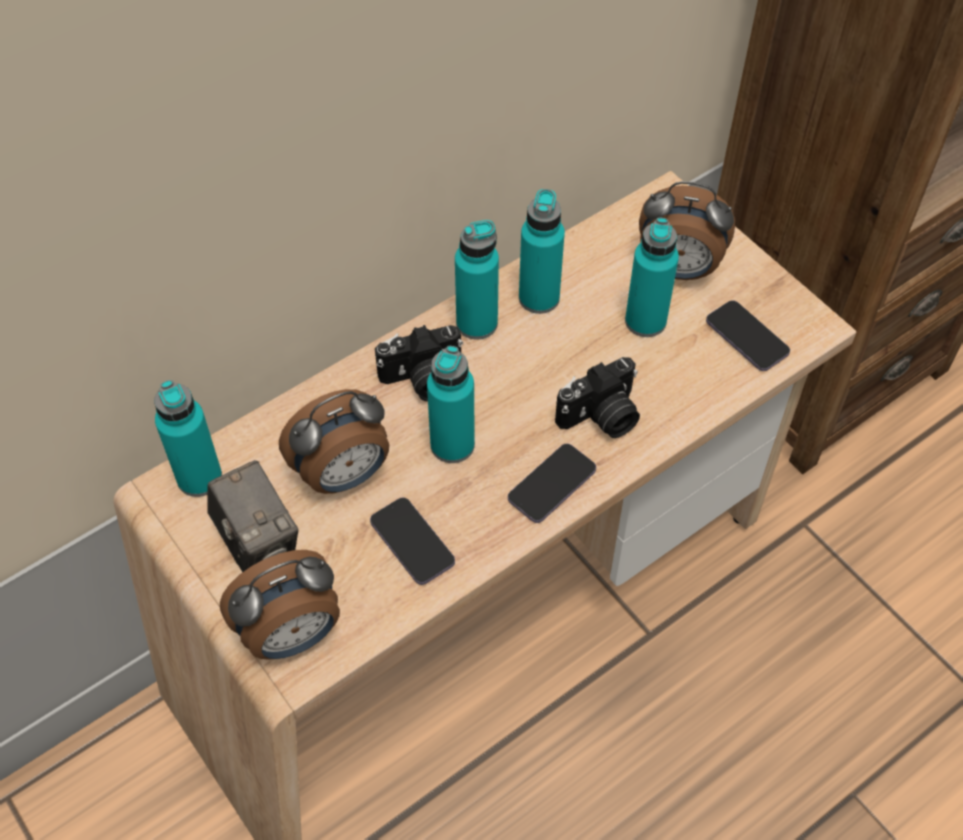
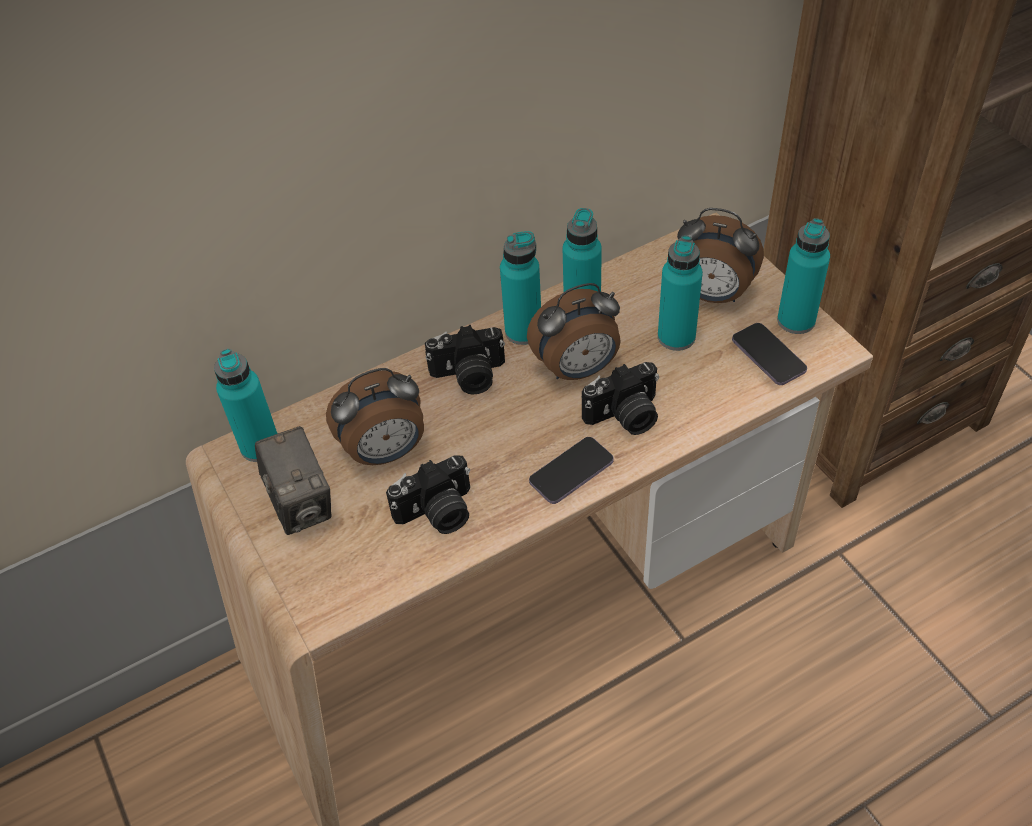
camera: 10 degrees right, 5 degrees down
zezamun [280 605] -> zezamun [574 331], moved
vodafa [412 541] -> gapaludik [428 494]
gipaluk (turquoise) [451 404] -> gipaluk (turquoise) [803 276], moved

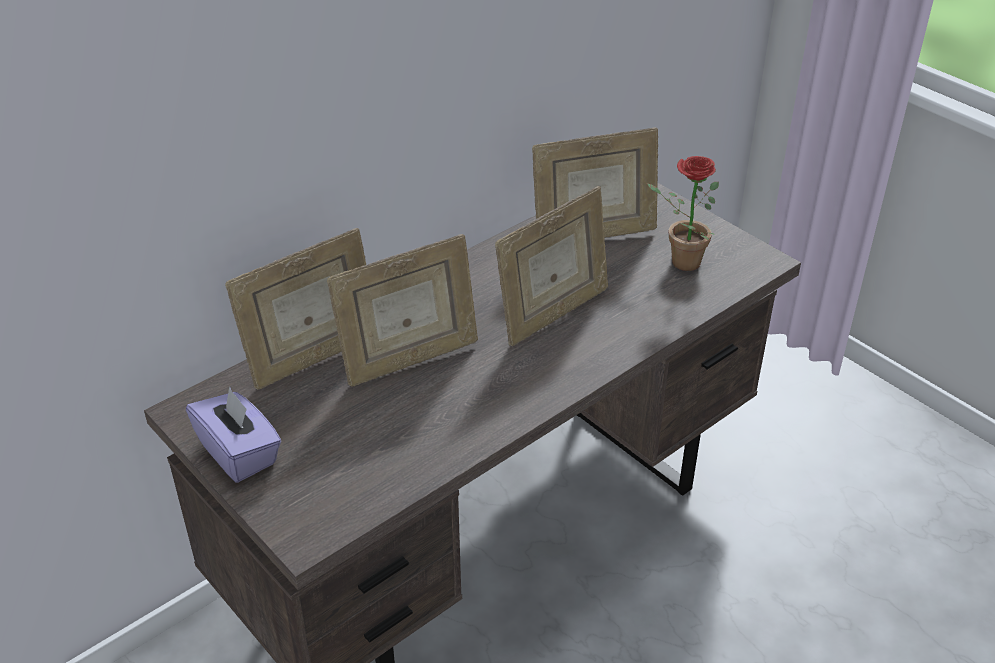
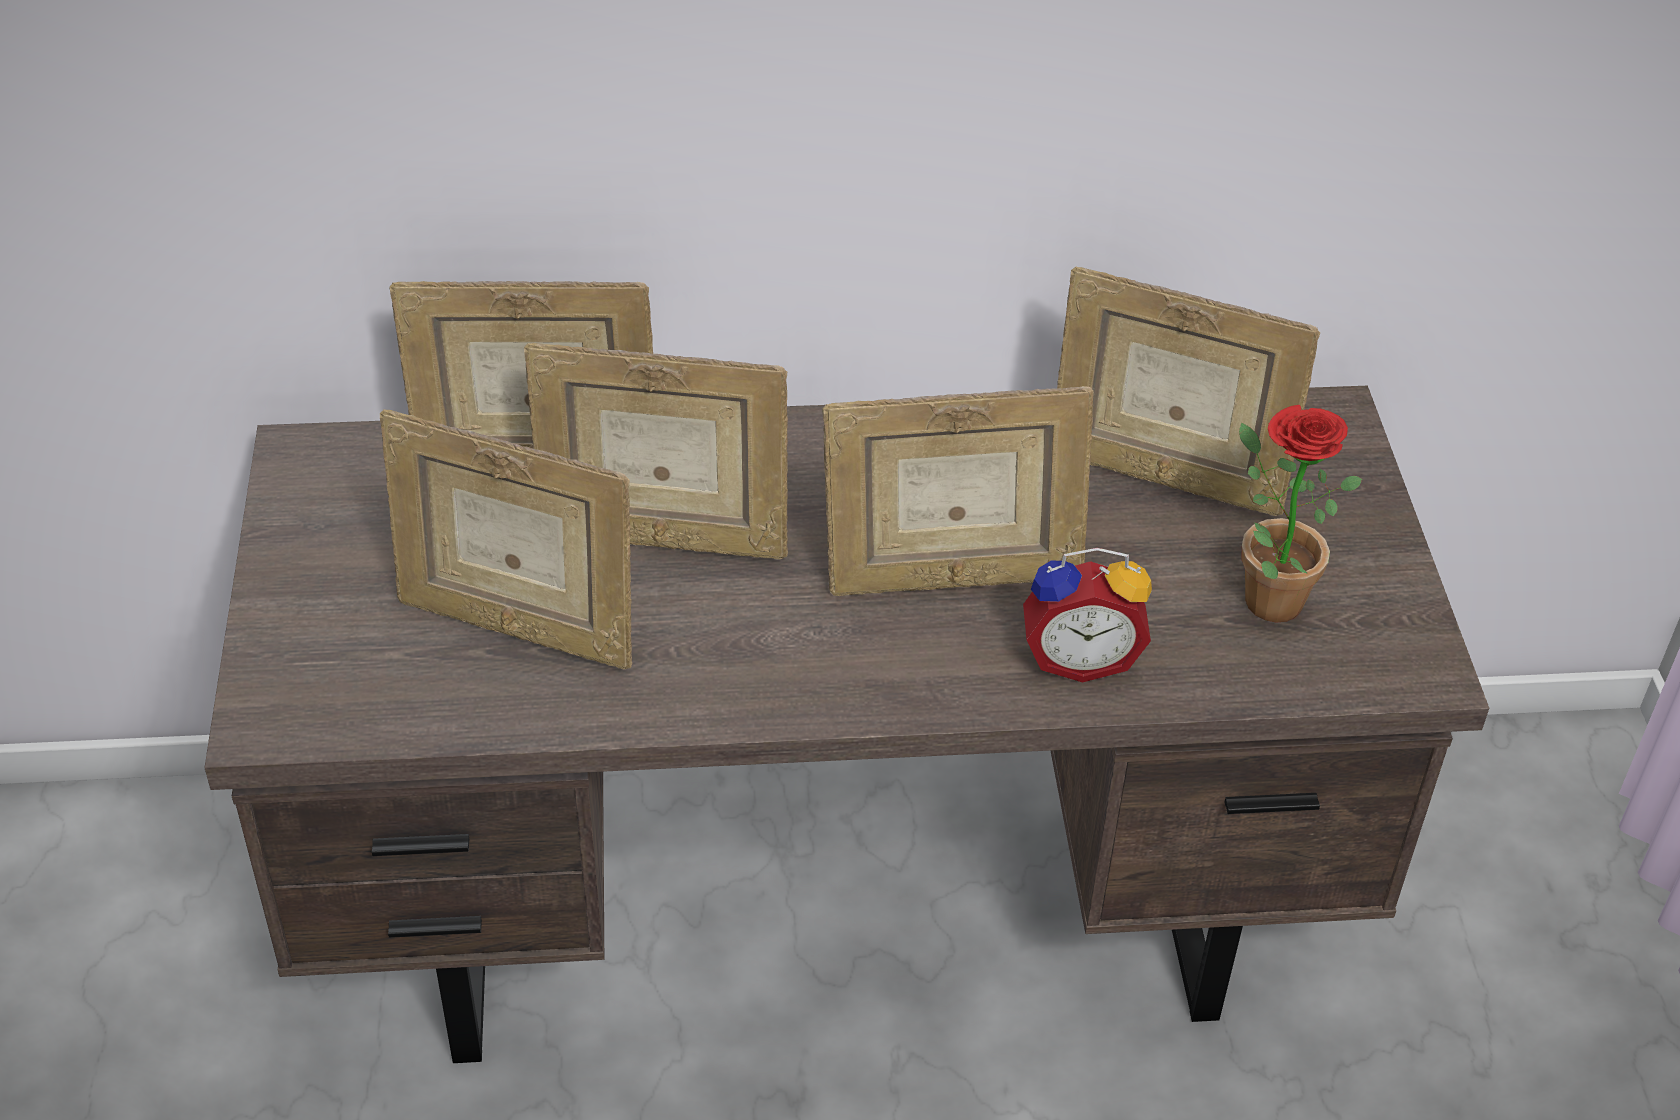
camera: 35 degrees right, 5 degrees up
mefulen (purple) [233 434] -> none
none -> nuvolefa [506 539]
none -> zezamun [1087 615]

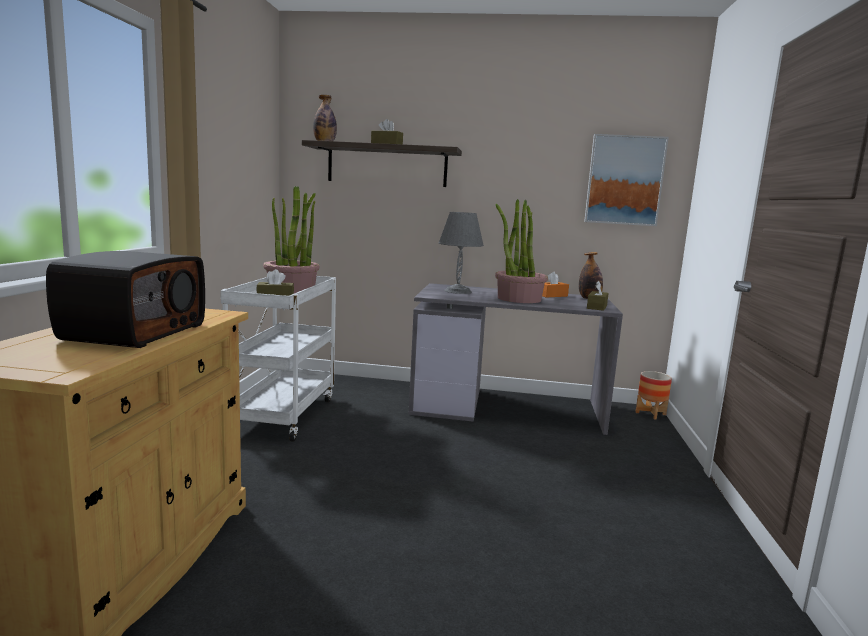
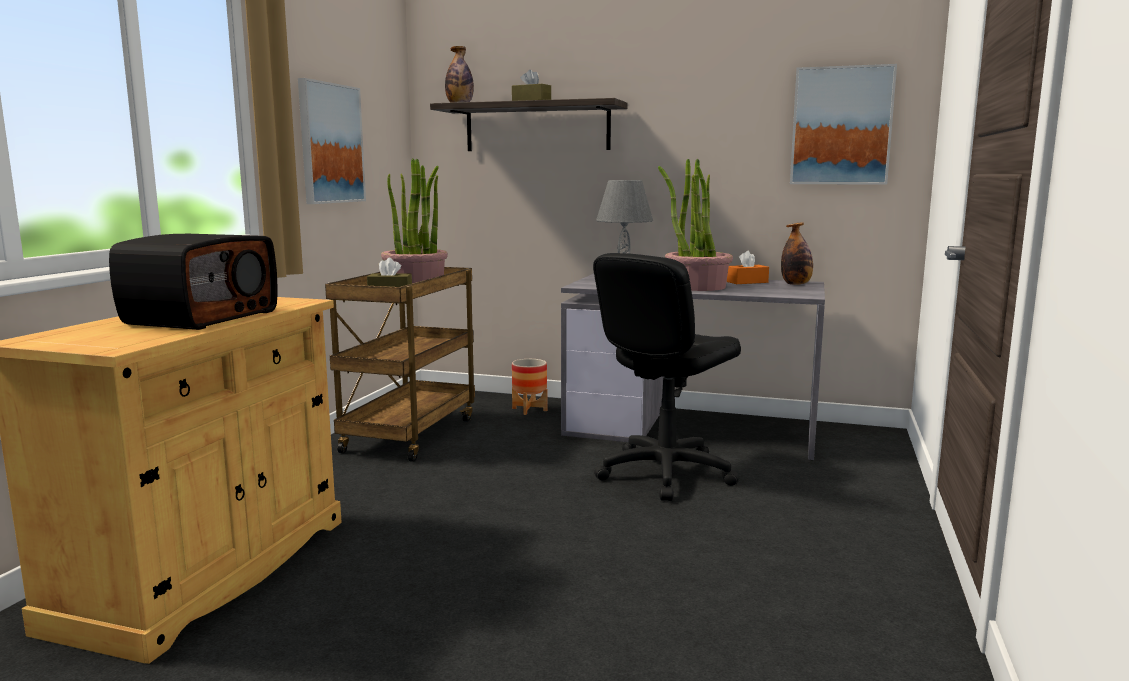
camera: 10 degrees right, 0 degrees up
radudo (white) [278 359] -> radudo (brown) [400 364]
mefulen (brown) [598 296] -> none
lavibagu [653 395] -> lavibagu [530 387], moved
none -> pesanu [332 141]
none -> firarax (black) [667 377]

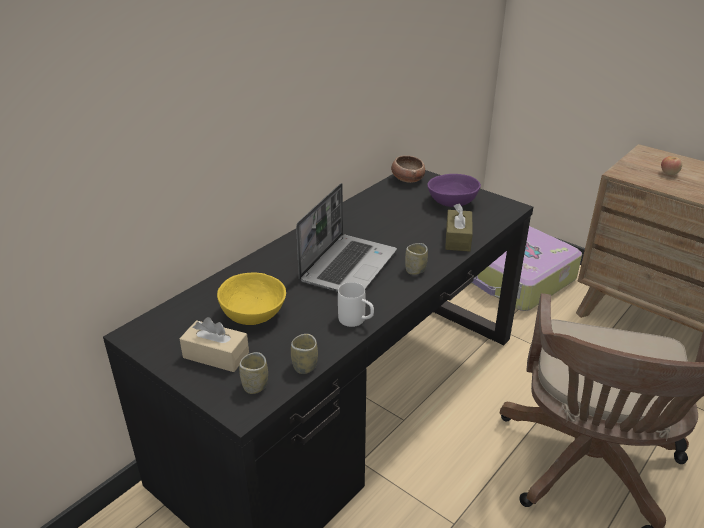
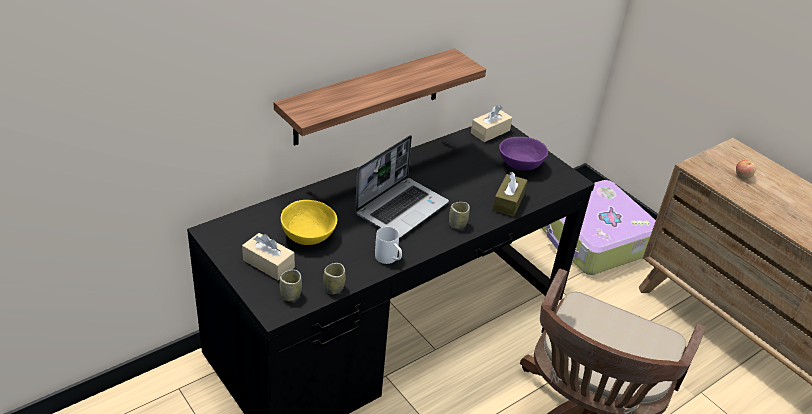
camera: 10 degrees right, 5 degrees up
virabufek [408 169] -> mefulen (beige) [491 123]
none -> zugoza [380 97]

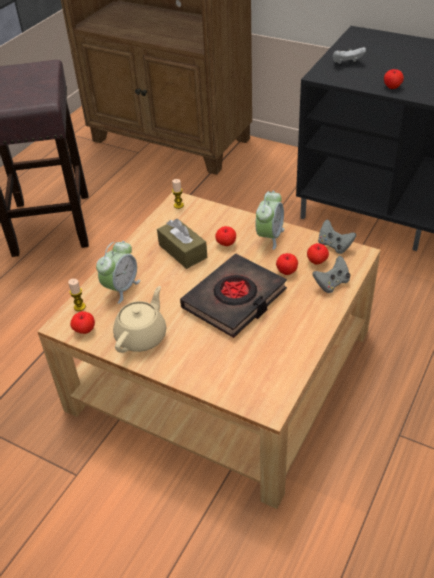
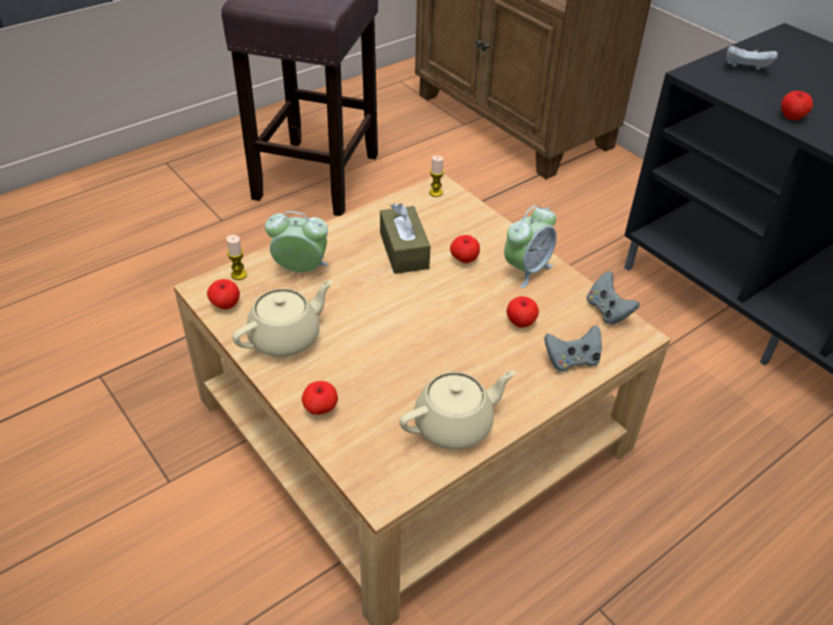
camera: 20 degrees right, 0 degrees up
zezamun [118 272] -> zezamun [297 242], 135 degrees counterclockwise
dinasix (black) [233 296] -> none
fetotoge [318 254] -> fetotoge [320 398], moved
none -> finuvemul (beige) [457 410]

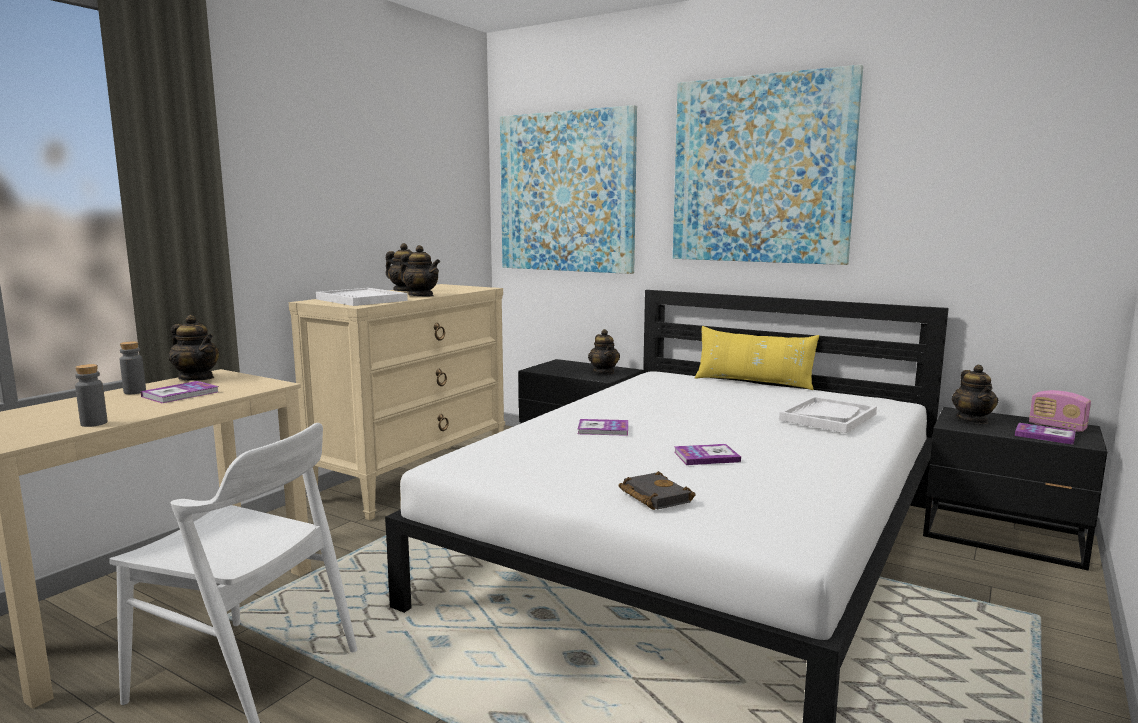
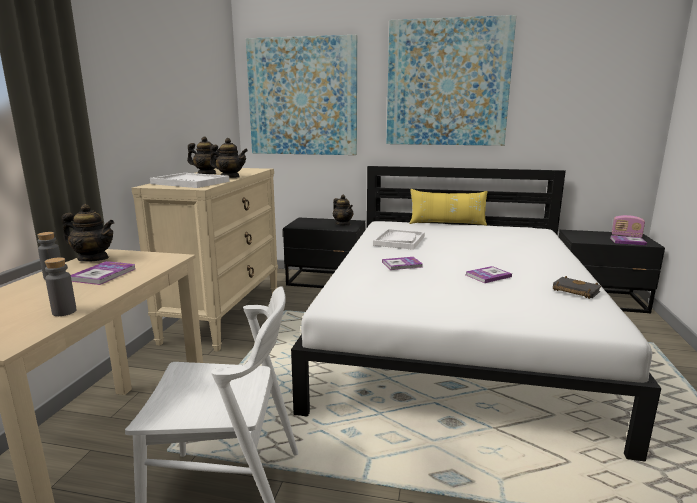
camera: 20 degrees left, 5 degrees up
dinasix (black) [657 490] -> dinasix (black) [577 287], moved
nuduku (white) [828 414] -> nuduku (white) [399 239], moved
finuvemul [975 394] -> none

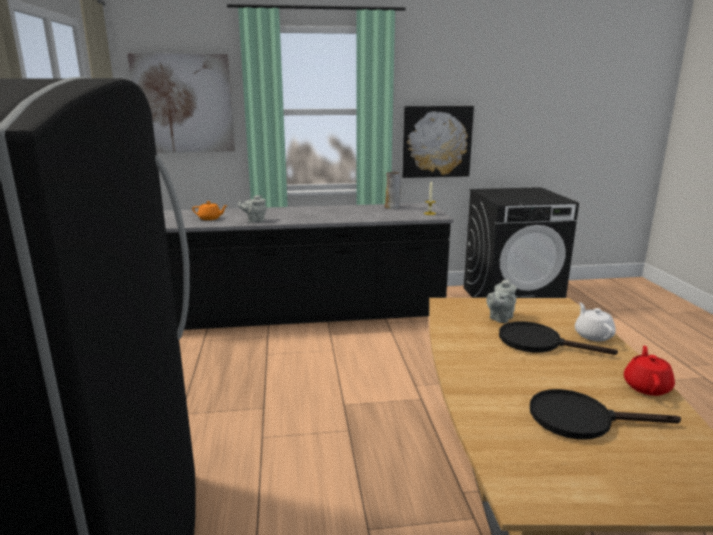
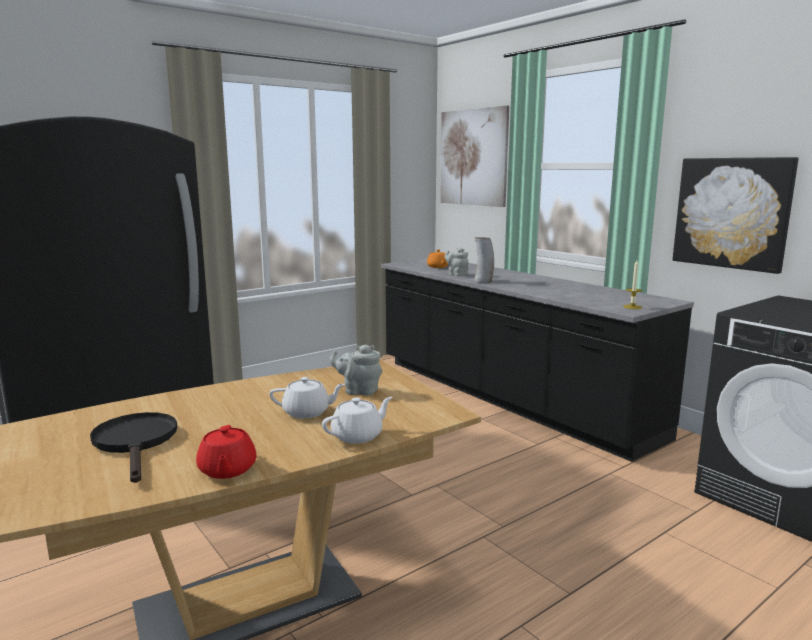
camera: 60 degrees right, 5 degrees down
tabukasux [393 190] -> tabukasux [484 260], moved
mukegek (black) [558 338] -> finuvemul (white) [307 397]
finuvemul (red) [649 370] -> finuvemul (red) [226 452], 90 degrees clockwise

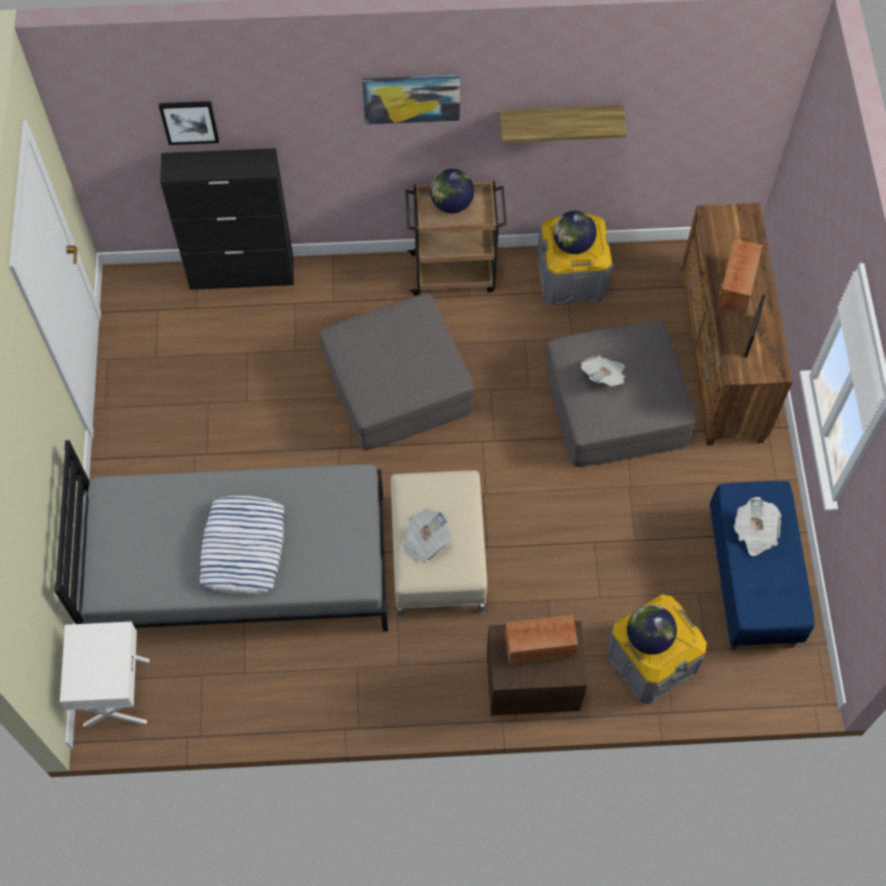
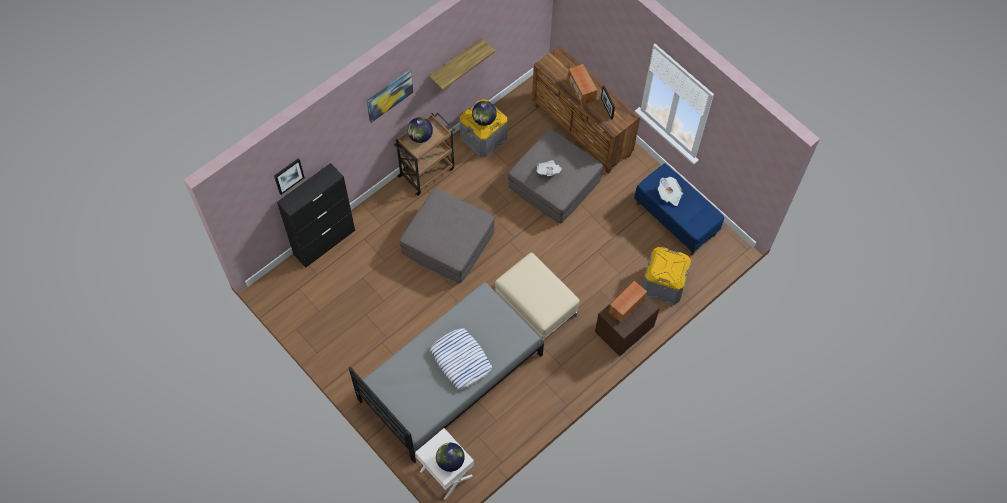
camera: 40 degrees left, 0 degrees up
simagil [425 536] -> none
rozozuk [652 630] -> rozozuk [450 457], moved

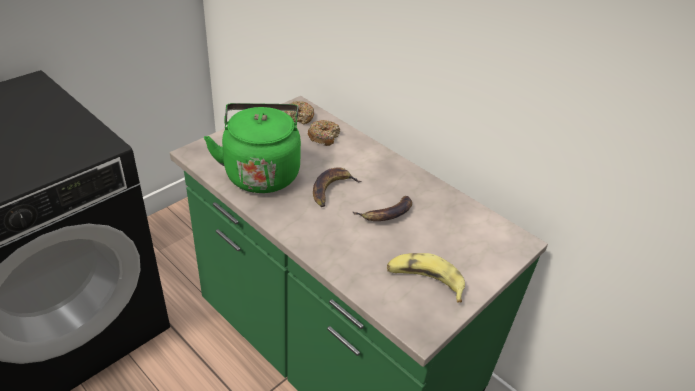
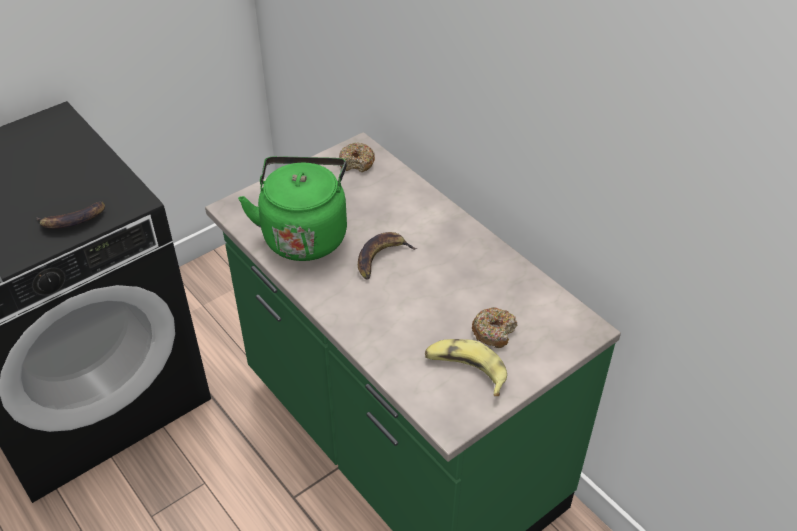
camera: 10 degrees right, 5 degrees up
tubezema [324 133] -> tubezema [494 327], moved
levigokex [382 208] -> levigokex [70 215], moved

